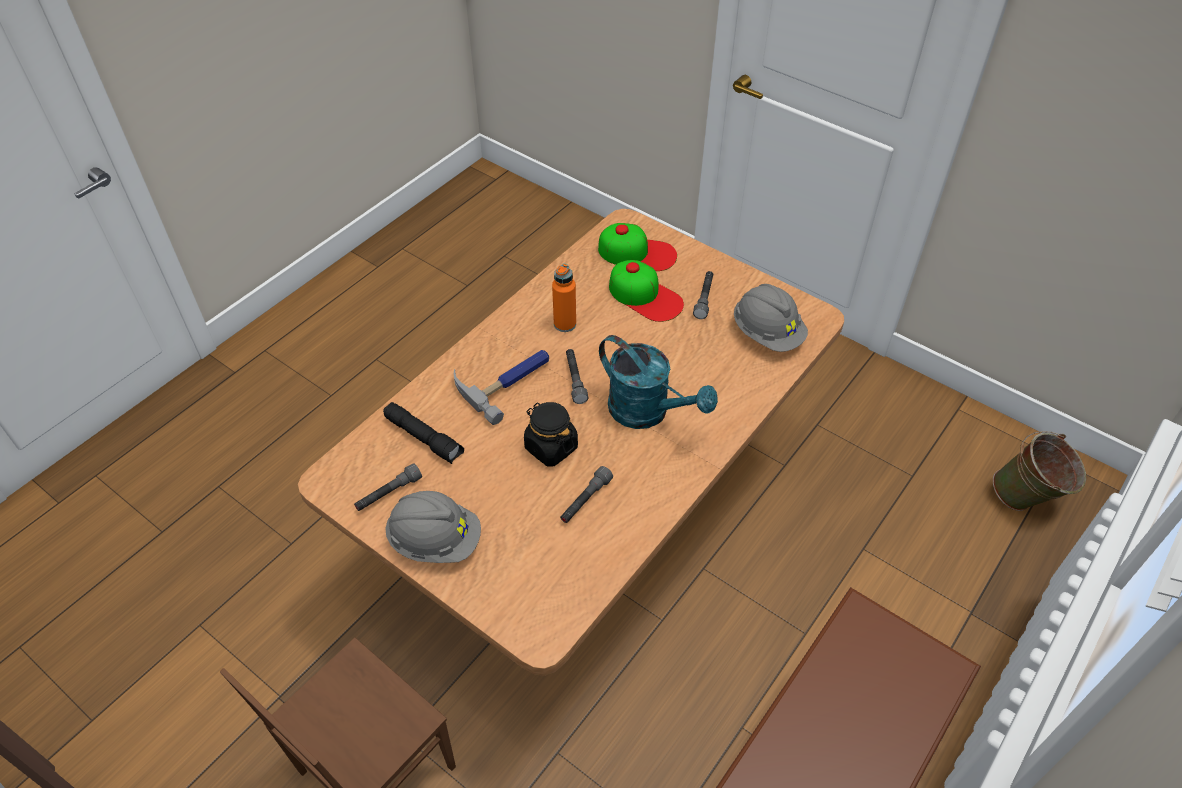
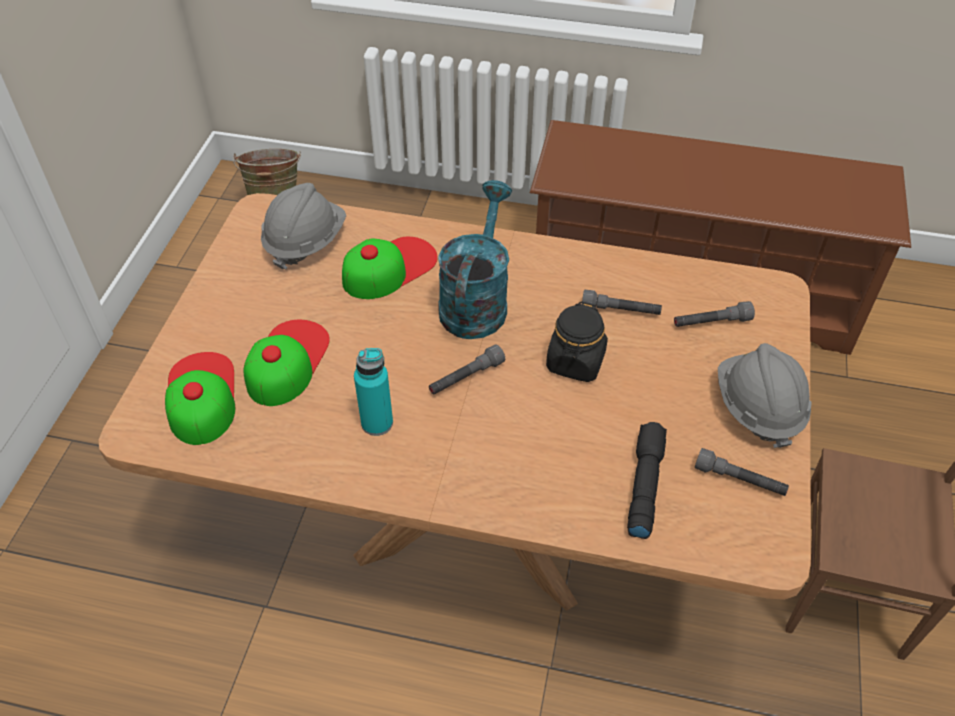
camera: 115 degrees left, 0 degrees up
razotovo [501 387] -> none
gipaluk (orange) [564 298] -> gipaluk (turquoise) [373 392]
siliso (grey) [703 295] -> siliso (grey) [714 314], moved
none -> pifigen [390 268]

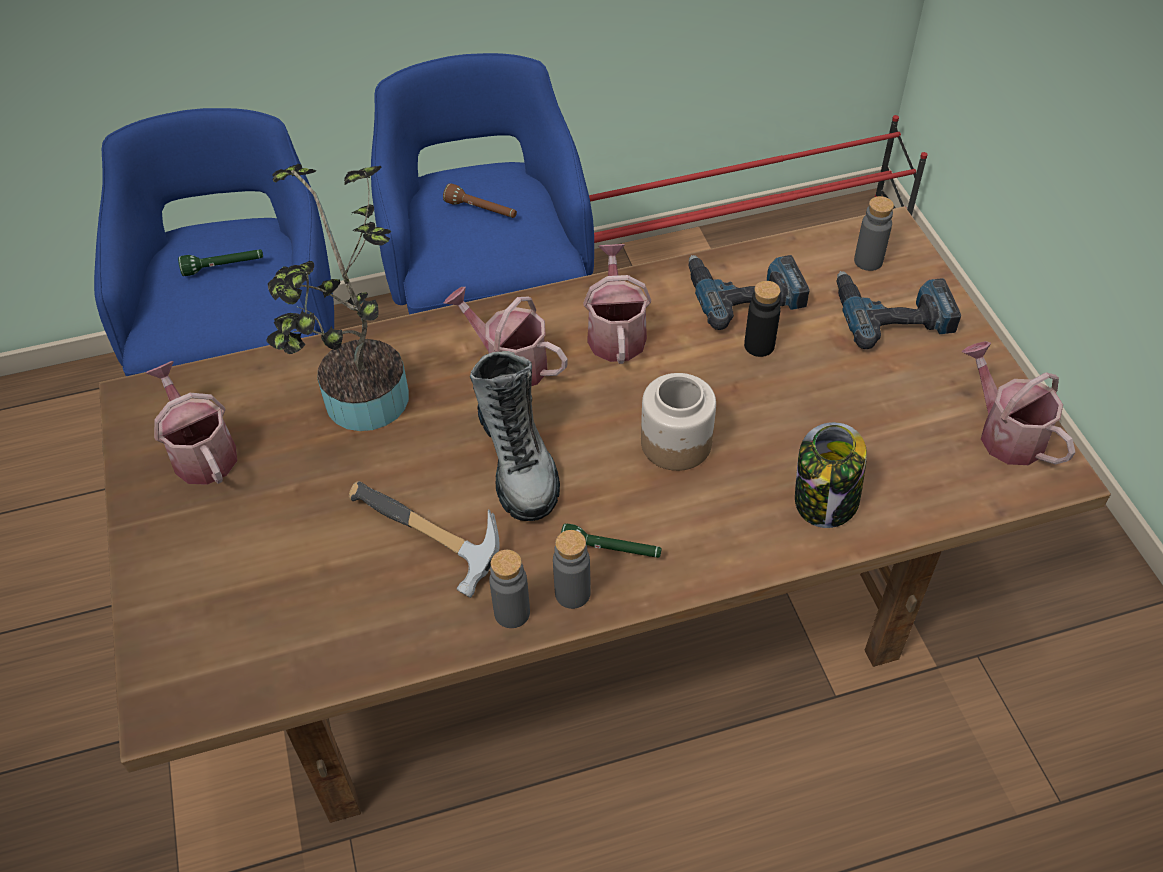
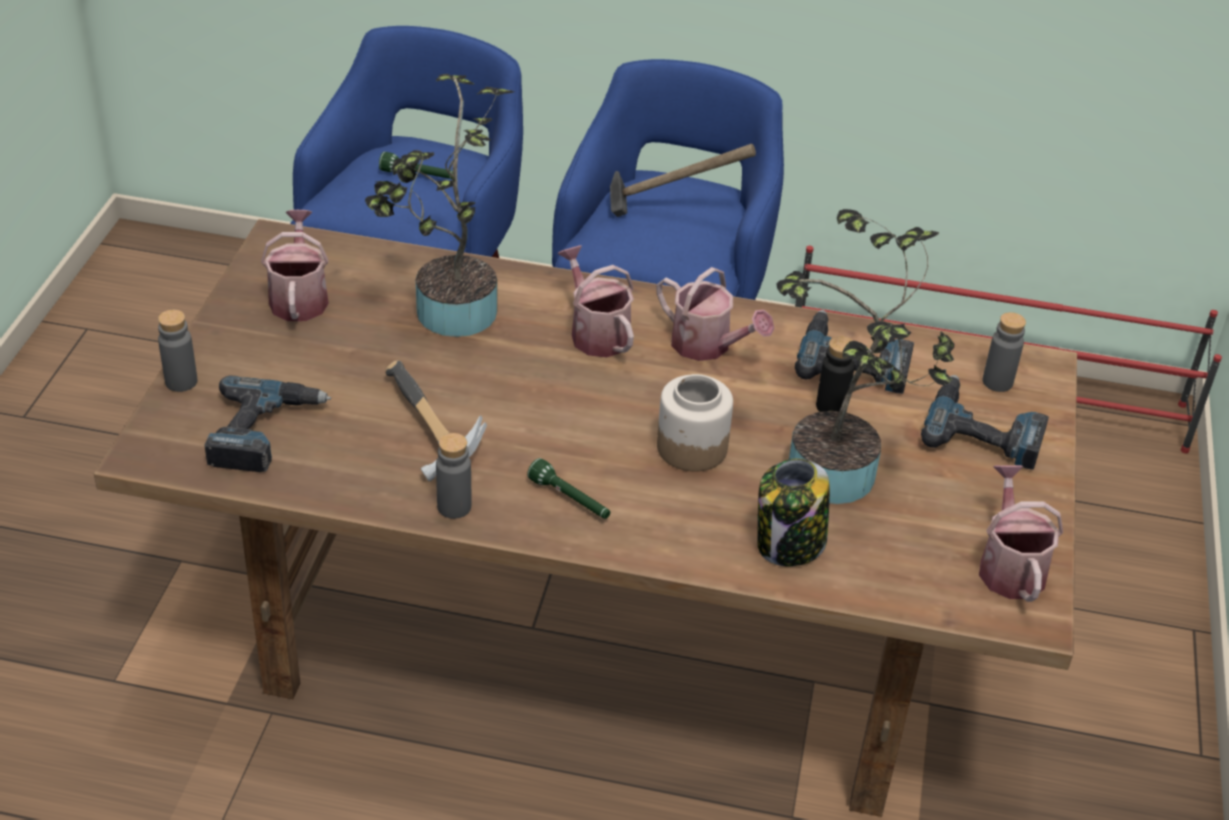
camera: 25 degrees right, 10 degrees down
siliso (brown) [480 201] -> razotovo [683 180]
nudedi [515 436] -> none
gipaluk (grey) [572 569] -> gipaluk (grey) [177 351], moved
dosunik [617 304] -> dosunik [715 314], 105 degrees clockwise
none -> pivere [267 424]
none -> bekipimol [865 356]

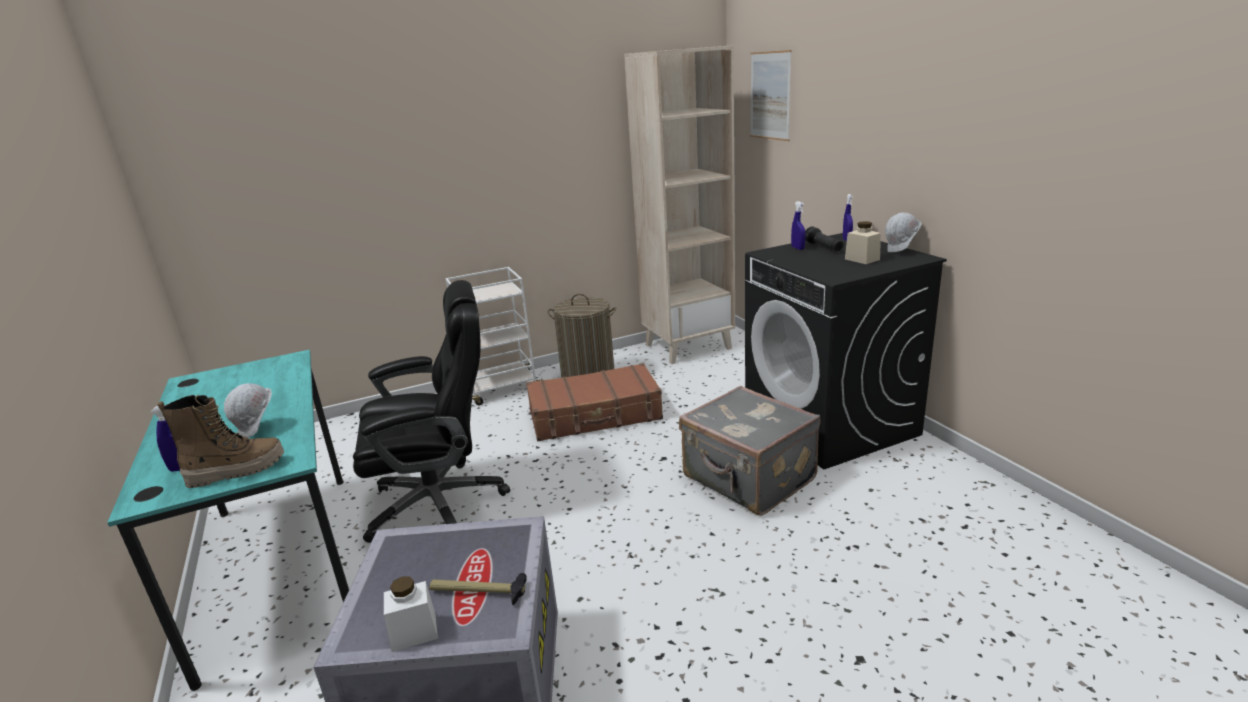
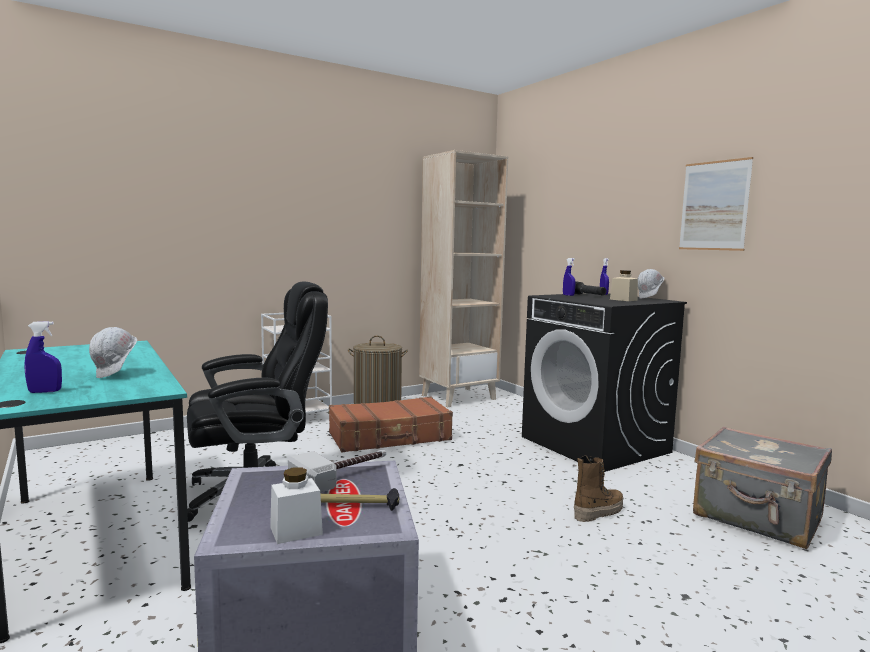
camera: 10 degrees left, 15 degrees down
nudedi [221 441] -> nudedi [598 488], moved
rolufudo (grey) [749 451] -> rolufudo (grey) [762 487], moved
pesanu [771 95] -> pesanu [716 204], moved
none -> razotovo [337 471]

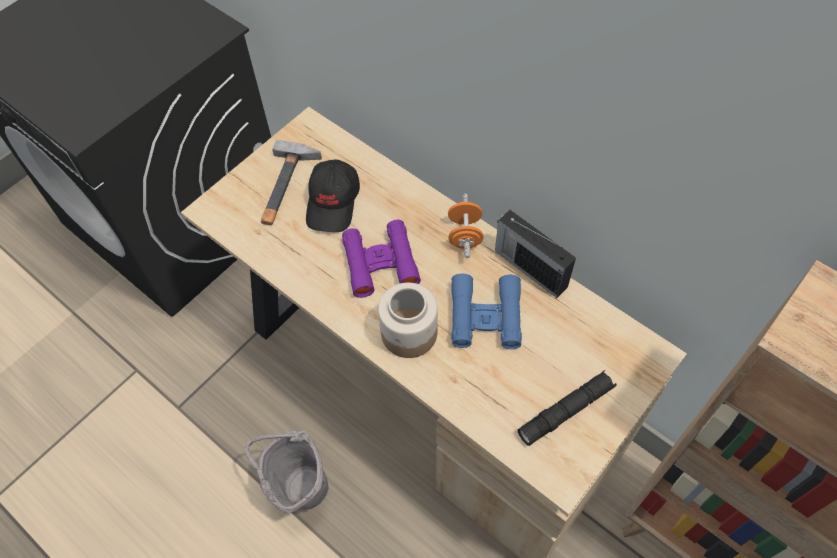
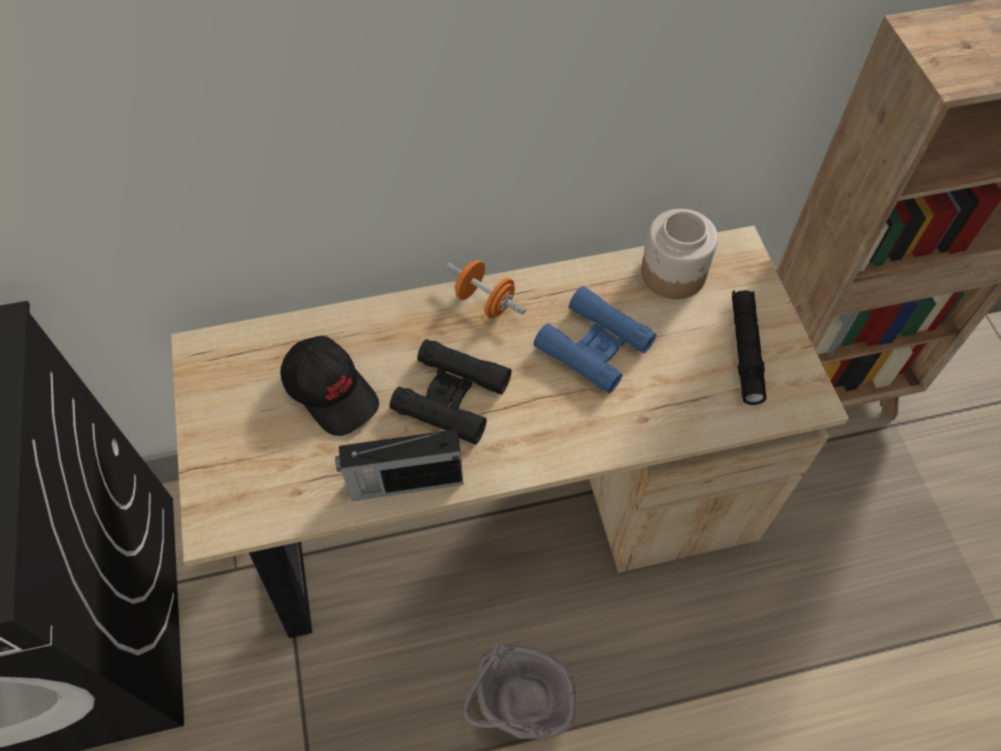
camera: 55 degrees left, 0 degrees up
razotovo [291 182] -> none
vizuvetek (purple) [381 259] -> vizuvetek (black) [450 392]
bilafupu [408 320] -> bilafupu [679 254], moved
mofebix [535 254] -> mofebix [399 465], moved

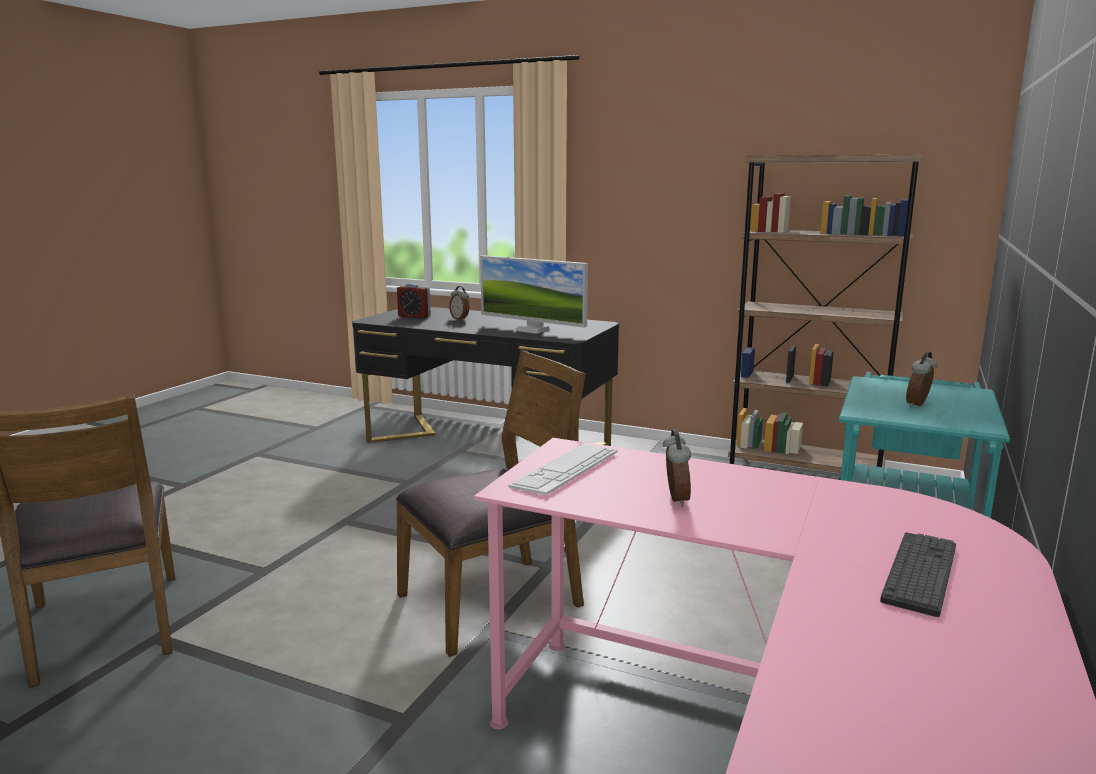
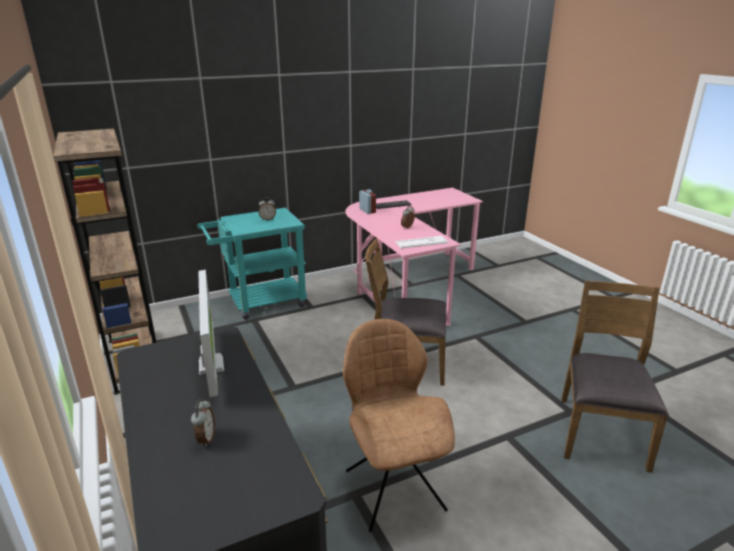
camera: 140 degrees left, 10 degrees up
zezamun [414 301] -> zezamun [367 201], moved
none -> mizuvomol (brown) [399 425]

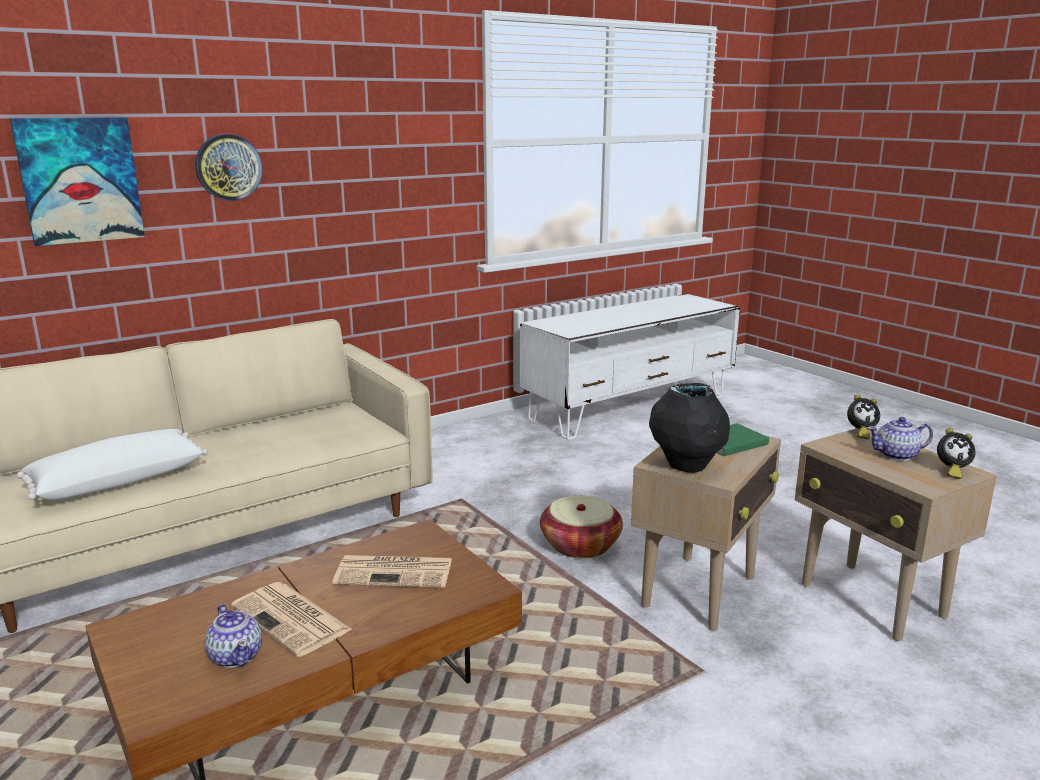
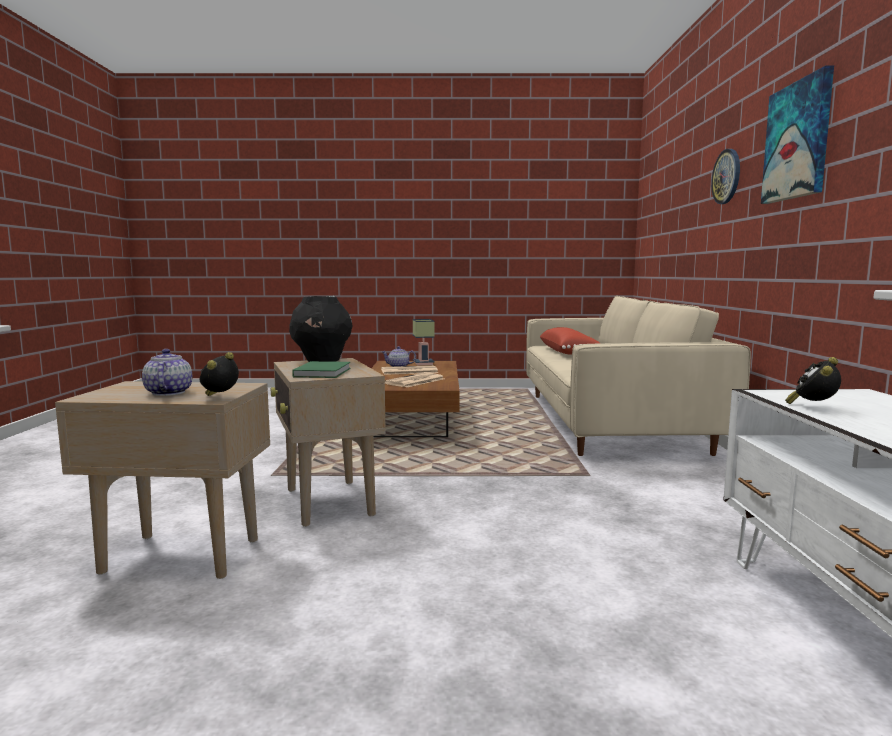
camera: 125 degrees right, 10 degrees down
pesanu [77 181] -> pesanu [797 134], moved
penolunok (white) [112 465] -> penolunok (red) [570 341]
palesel [581 527] -> none
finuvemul [900 439] -> finuvemul [167 372], 45 degrees counterclockwise
zezamun [956 453] -> zezamun [813 380], moved
none -> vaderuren [424 342]

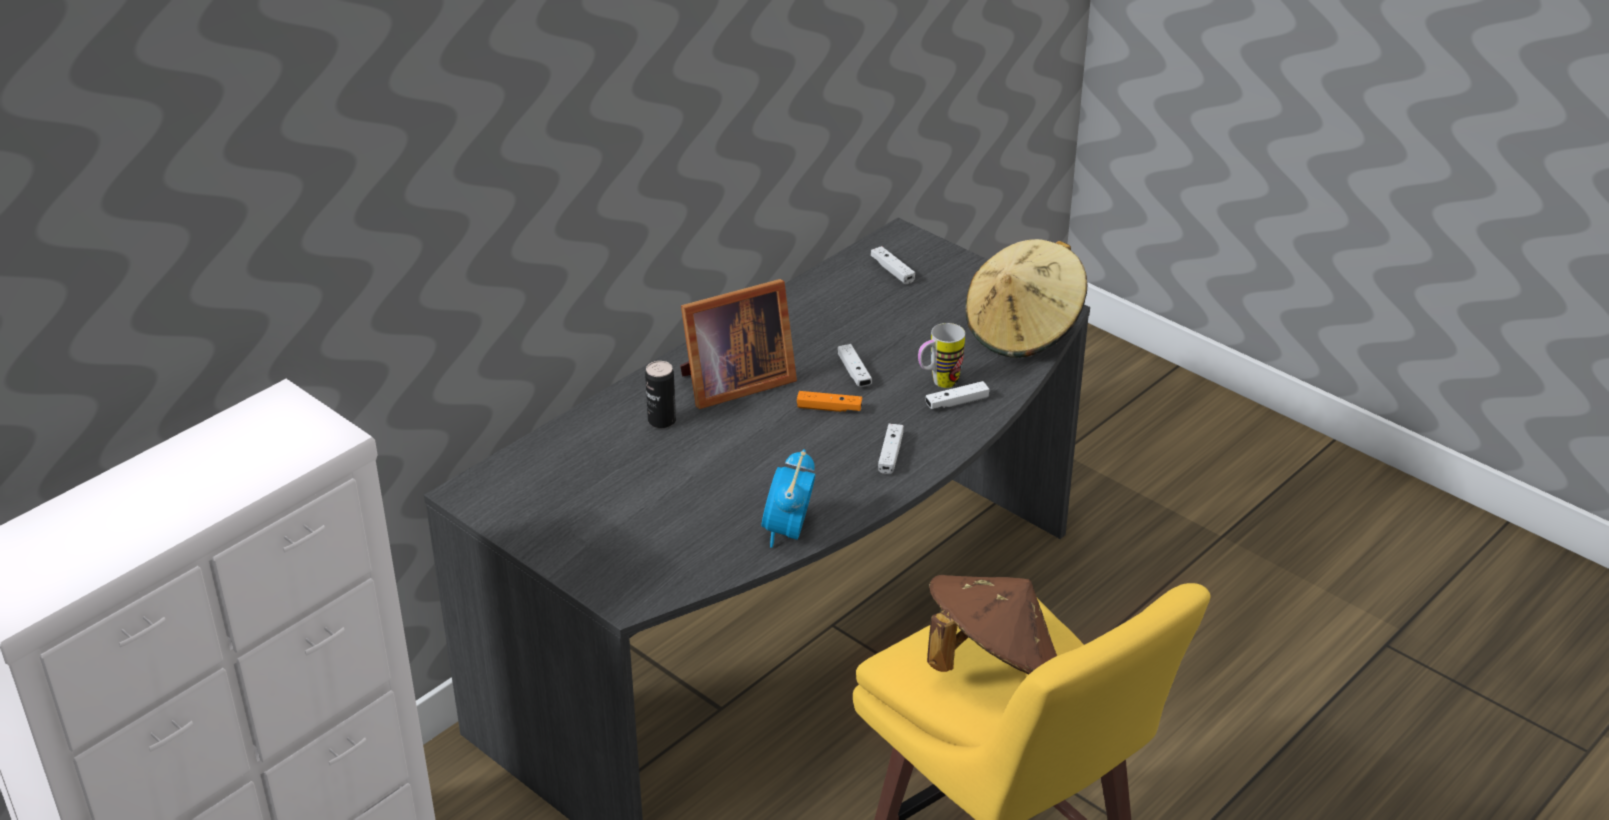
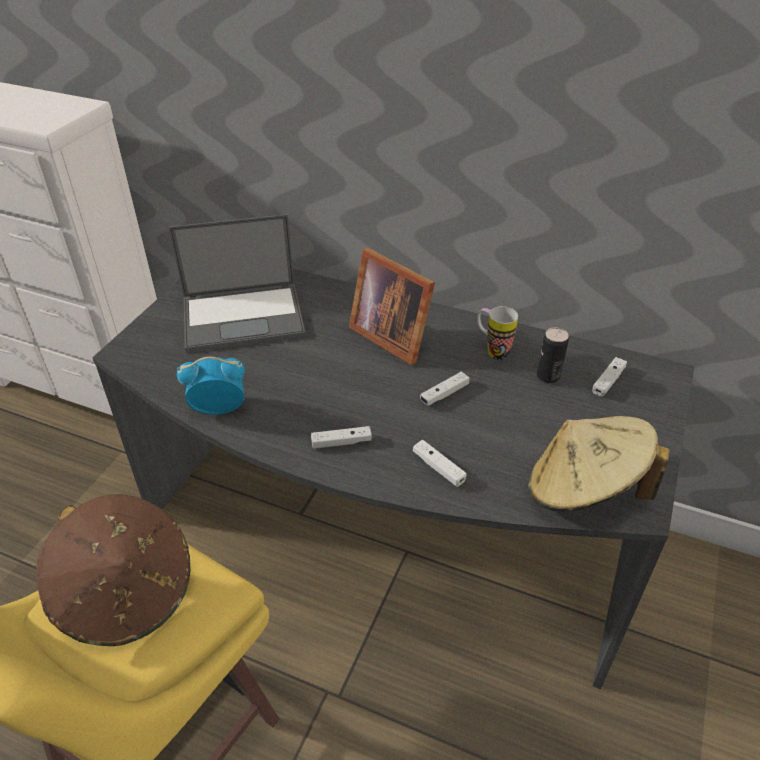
camera: 70 degrees right, 5 degrees up
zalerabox [660 394] -> zalerabox [553 355], moved
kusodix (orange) [830 401] -> none
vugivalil [941 355] -> vugivalil [497 333], moved
none -> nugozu [237 283]

